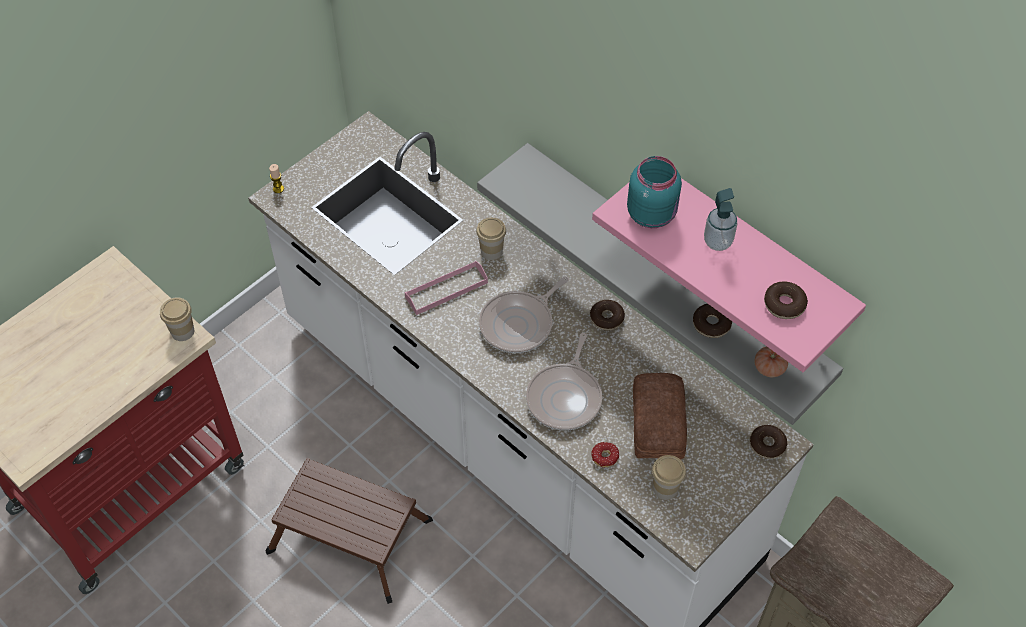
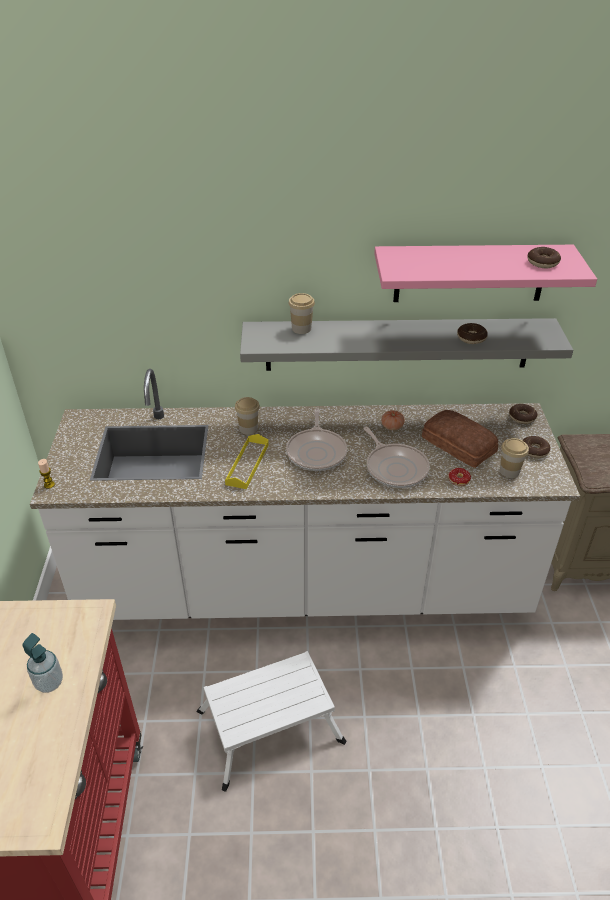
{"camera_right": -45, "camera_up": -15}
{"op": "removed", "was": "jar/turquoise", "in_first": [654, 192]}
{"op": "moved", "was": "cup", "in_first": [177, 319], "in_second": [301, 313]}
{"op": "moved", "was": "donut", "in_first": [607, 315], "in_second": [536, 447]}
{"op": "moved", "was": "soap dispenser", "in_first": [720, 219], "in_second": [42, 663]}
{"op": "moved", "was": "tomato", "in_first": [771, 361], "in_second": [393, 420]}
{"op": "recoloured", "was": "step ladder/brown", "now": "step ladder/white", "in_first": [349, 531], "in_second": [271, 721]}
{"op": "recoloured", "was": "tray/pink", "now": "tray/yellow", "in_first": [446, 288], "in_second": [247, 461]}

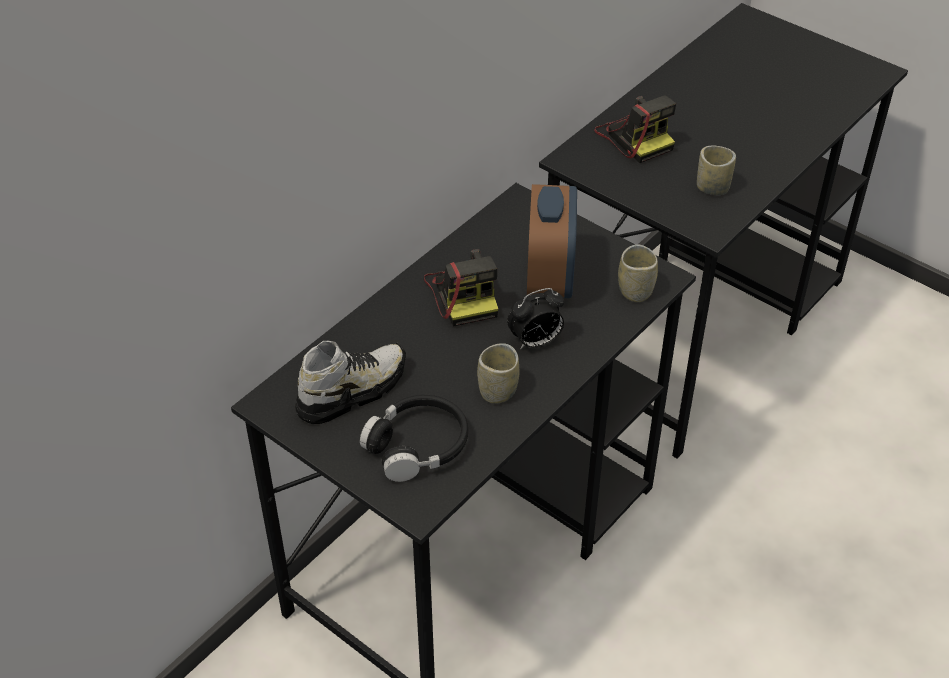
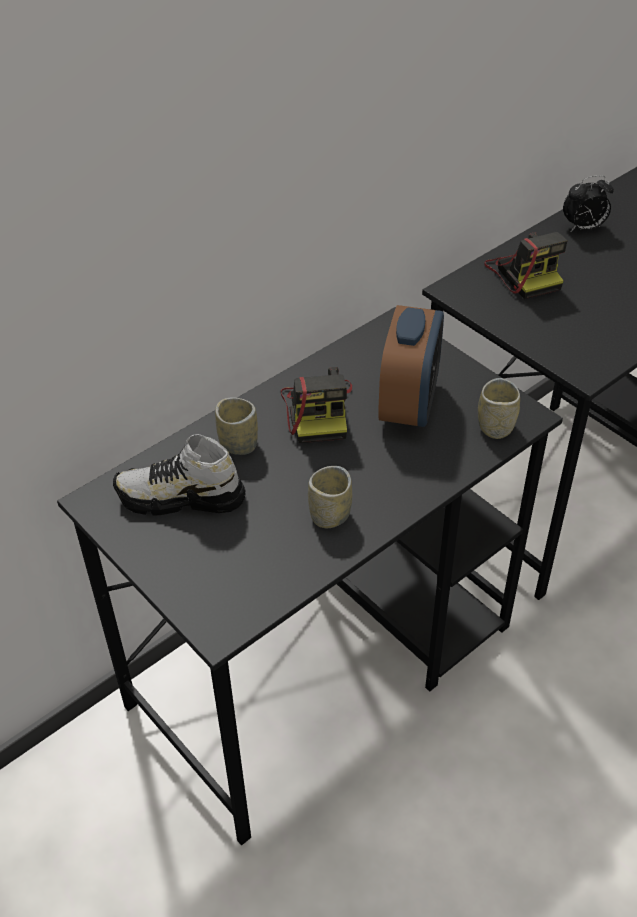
{"camera_right": 10, "camera_up": 0}
{"op": "removed", "was": "headphones/black", "in_first": [414, 438]}
{"op": "moved", "was": "alarm clock", "in_first": [535, 318], "in_second": [588, 203]}
{"op": "moved", "was": "cup", "in_first": [716, 170], "in_second": [236, 426]}
{"op": "turned", "was": "shoe", "in_first": [350, 382], "in_second": [179, 474], "clockwise": -150}

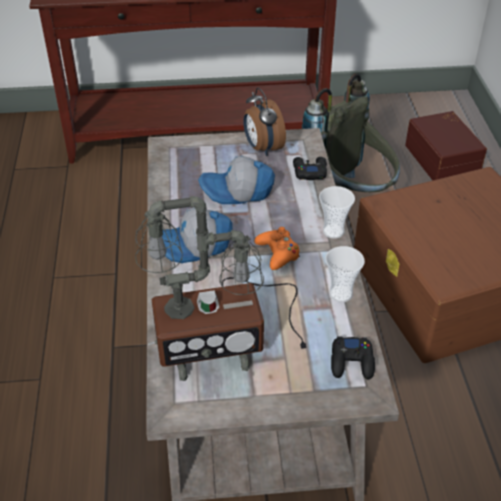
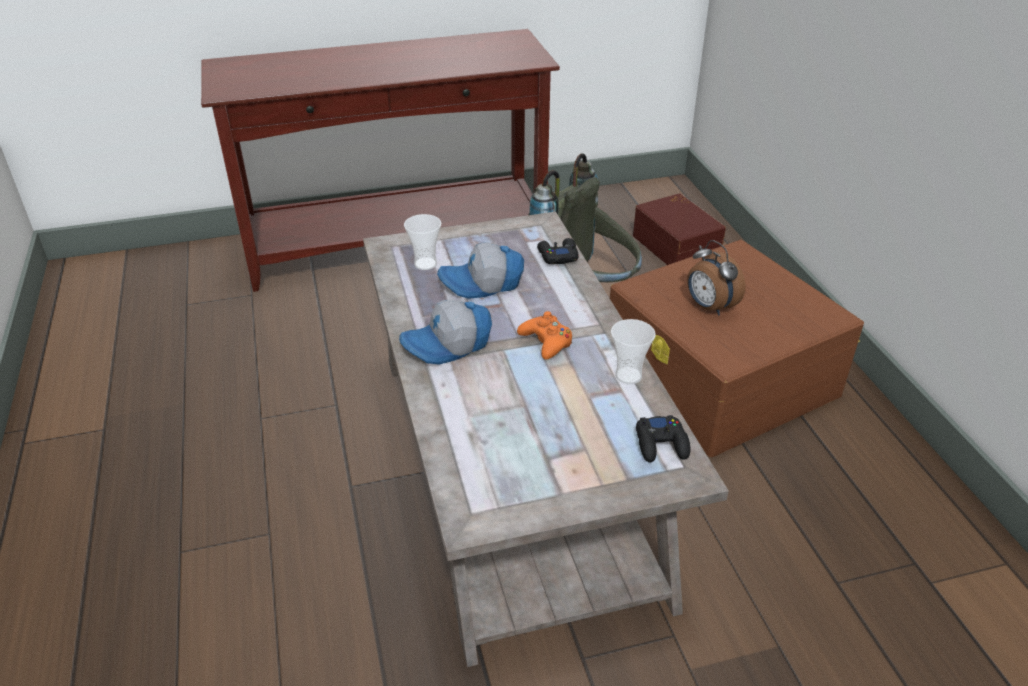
{"camera_right": -10, "camera_up": -5}
{"op": "removed", "was": "table lamp", "in_first": [220, 288]}
{"op": "moved", "was": "alarm clock", "in_first": [264, 122], "in_second": [716, 278]}
{"op": "moved", "was": "cup", "in_first": [337, 212], "in_second": [422, 242]}

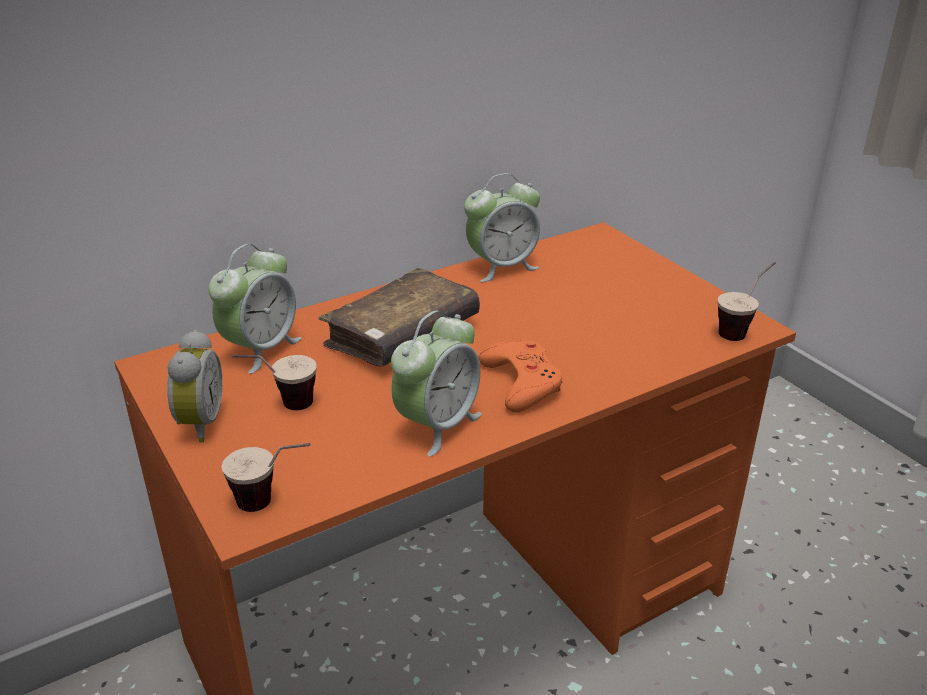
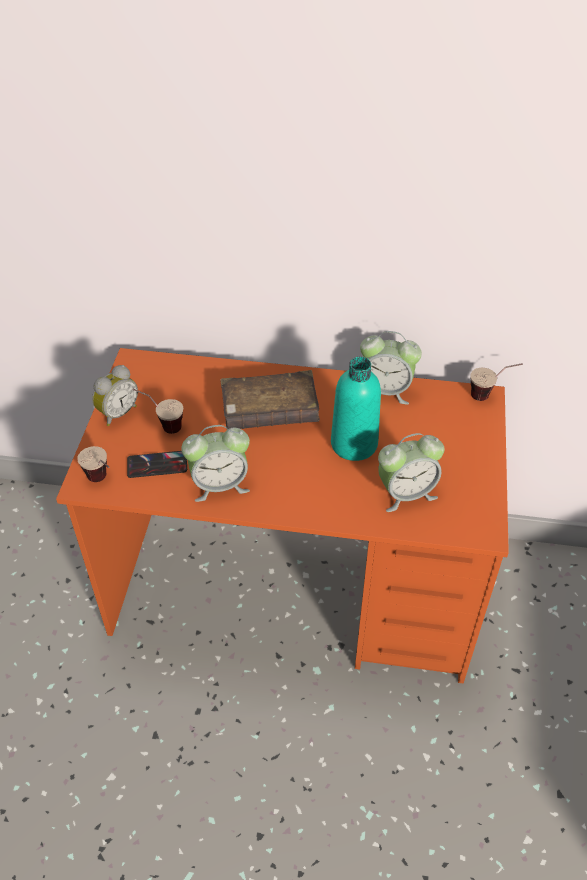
{"camera_right": 40, "camera_up": 15}
{"op": "removed", "was": "game controller/orange", "in_first": [521, 376]}
{"op": "added", "now": "phone", "in_second": [157, 464]}
{"op": "added", "now": "bottle/turquoise", "in_second": [356, 409]}
{"op": "moved", "was": "alarm clock", "in_first": [255, 309], "in_second": [411, 472]}
{"op": "moved", "was": "cup", "in_first": [747, 301], "in_second": [496, 382]}

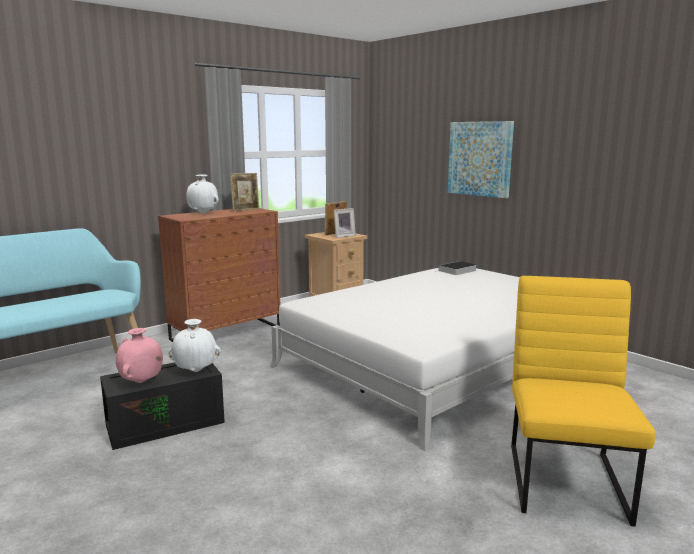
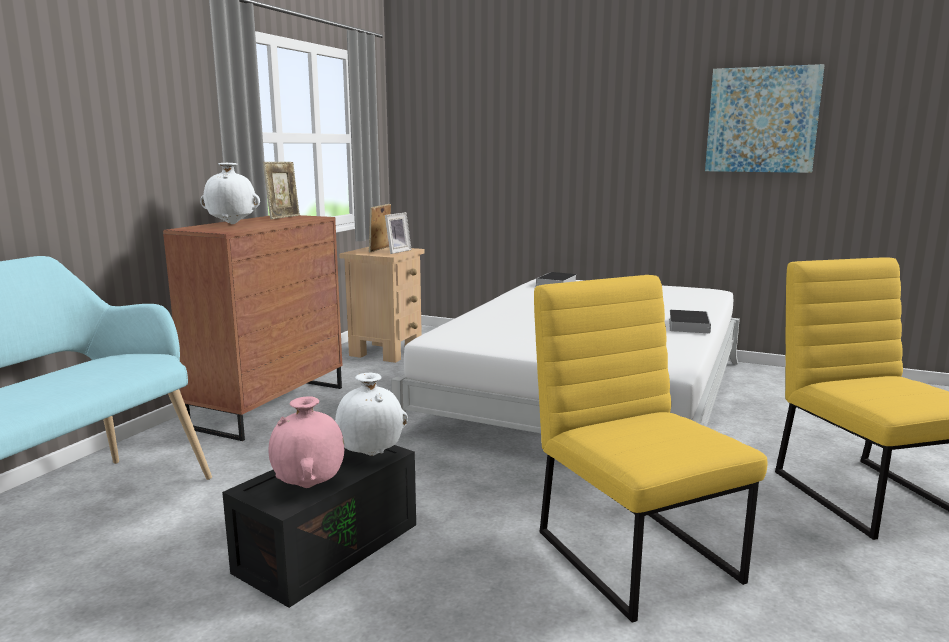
{"camera_right": -25, "camera_up": 0}
{"op": "added", "now": "chair/yellow", "in_second": [651, 449]}
{"op": "added", "now": "book", "in_second": [690, 322]}
{"op": "moved", "was": "picture", "in_first": [481, 159], "in_second": [765, 118]}

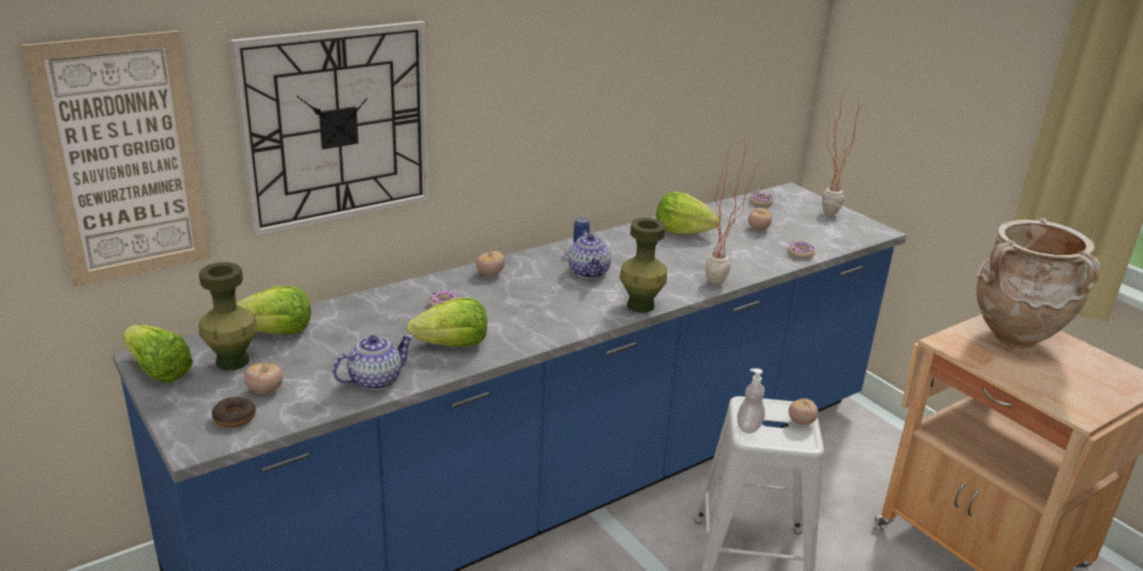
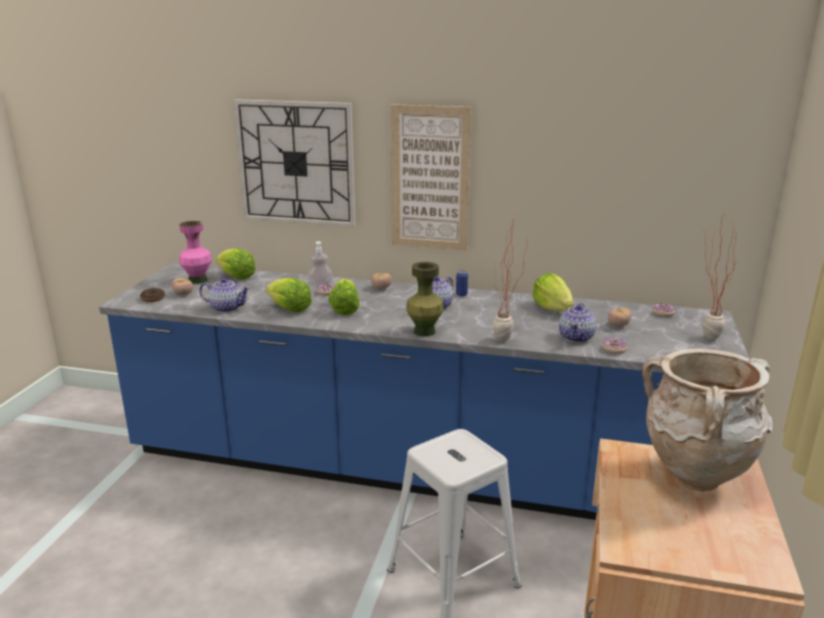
{"camera_right": 50, "camera_up": -5}
{"op": "removed", "was": "tomato", "in_first": [803, 411]}
{"op": "added", "now": "teapot", "in_second": [577, 323]}
{"op": "moved", "was": "picture", "in_first": [116, 159], "in_second": [431, 177]}
{"op": "moved", "was": "lettuce", "in_first": [157, 354], "in_second": [344, 296]}
{"op": "moved", "was": "soap dispenser", "in_first": [751, 400], "in_second": [320, 264]}
{"op": "recoloured", "was": "vase/green", "now": "vase/pink", "in_first": [228, 316], "in_second": [195, 252]}

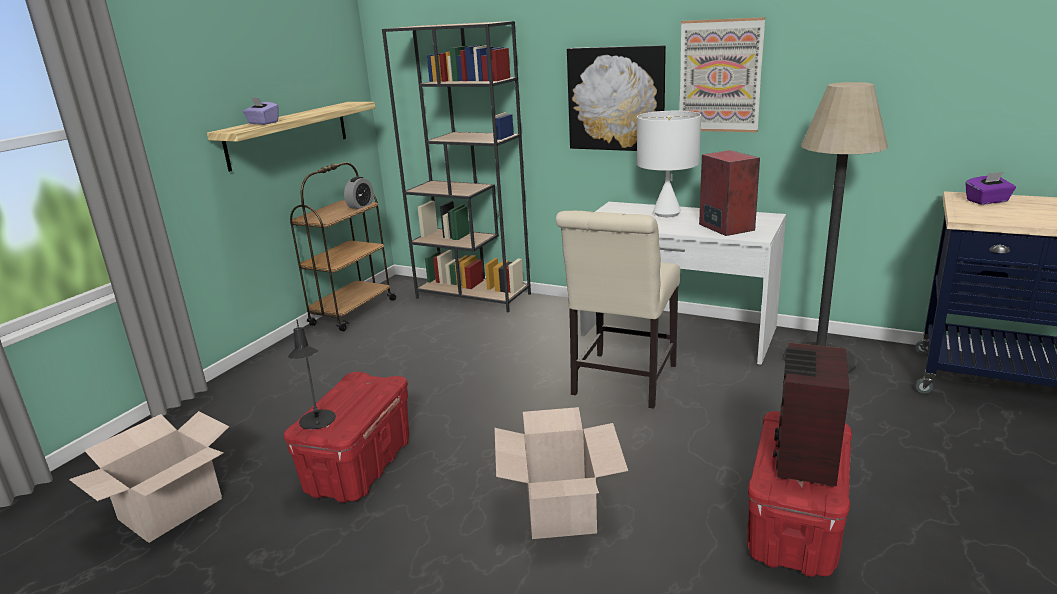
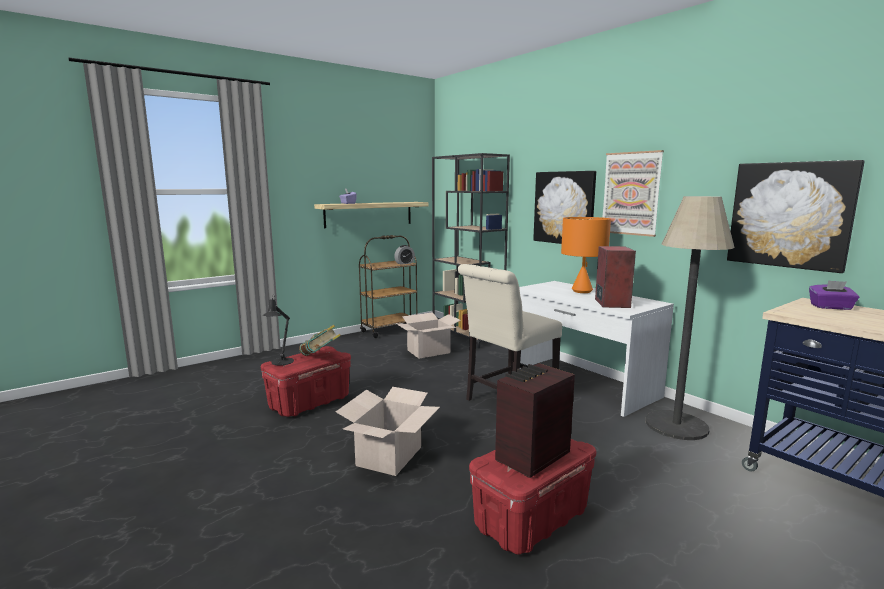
{"camera_right": 25, "camera_up": -10}
{"op": "added", "now": "book", "in_second": [320, 340]}
{"op": "added", "now": "picture", "in_second": [796, 216]}
{"op": "moved", "was": "cardboard box", "in_first": [149, 477], "in_second": [428, 335]}
{"op": "recoloured", "was": "table lamp/white", "now": "table lamp/orange", "in_first": [669, 164], "in_second": [586, 255]}

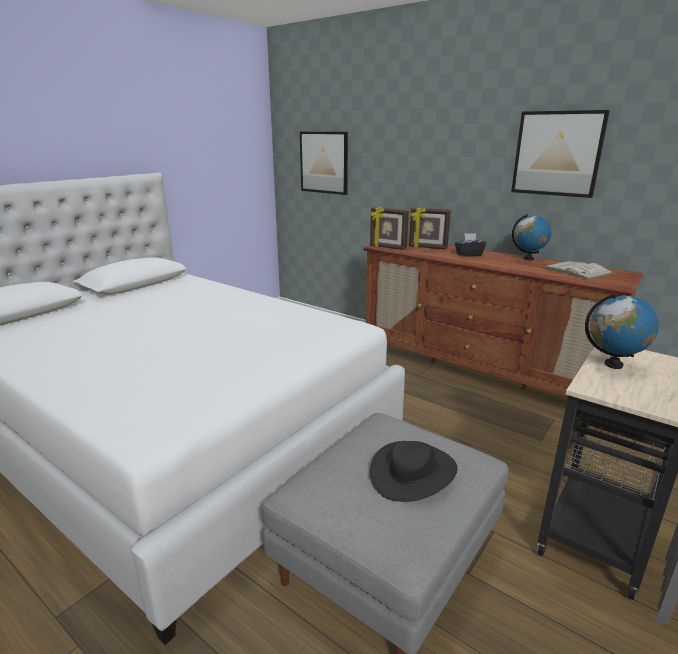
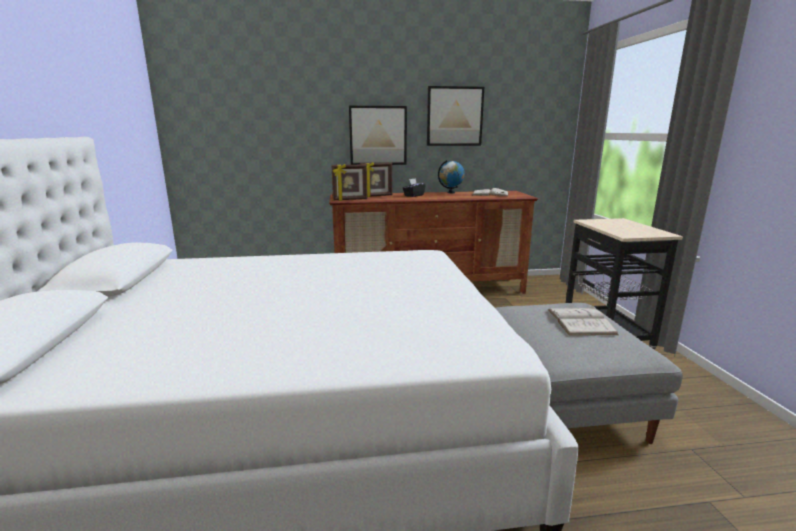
{"camera_right": -45, "camera_up": -5}
{"op": "removed", "was": "globe", "in_first": [622, 331]}
{"op": "moved", "was": "picture", "in_first": [324, 163], "in_second": [378, 135]}
{"op": "replaced", "was": "hat/black", "now": "book/white", "in_first": [413, 471], "in_second": [583, 321]}

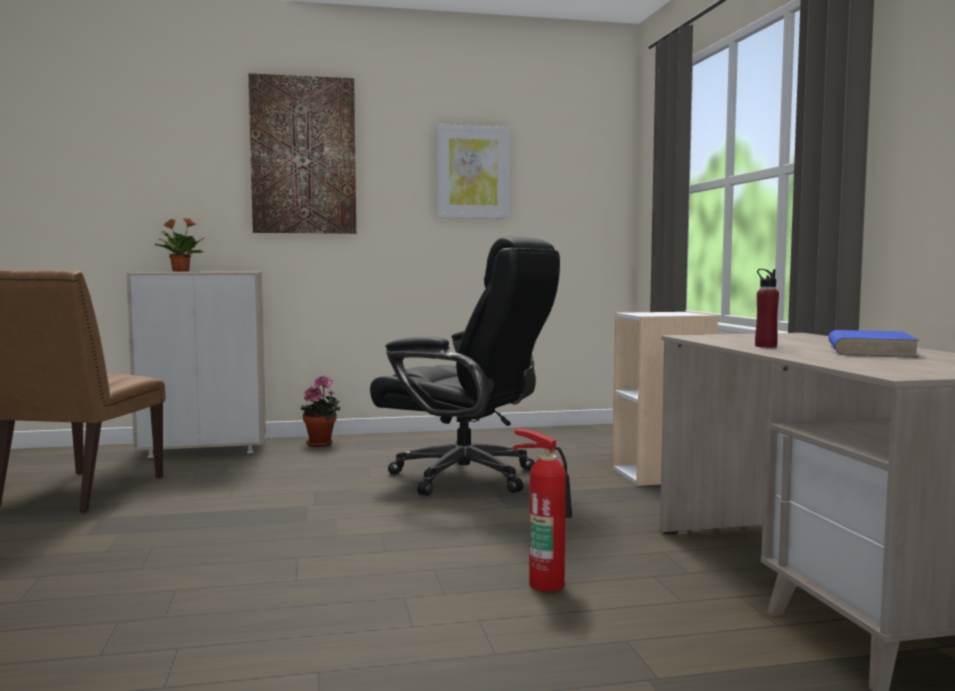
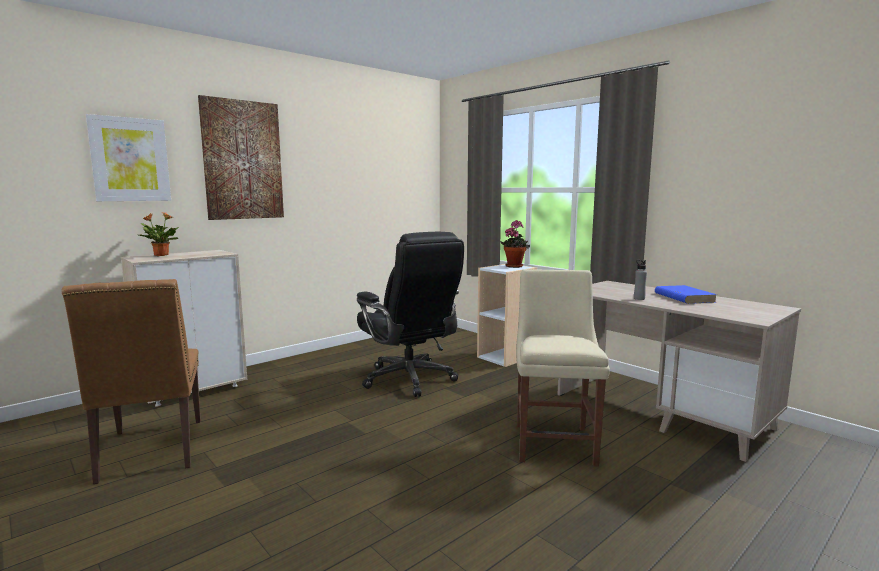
{"camera_right": -30, "camera_up": 5}
{"op": "moved", "was": "potted plant", "in_first": [320, 411], "in_second": [515, 244]}
{"op": "moved", "was": "picture", "in_first": [473, 171], "in_second": [128, 157]}
{"op": "replaced", "was": "fire extinguisher", "now": "chair/beige", "in_first": [542, 510], "in_second": [563, 368]}
{"op": "recoloured", "was": "bottle/red", "now": "bottle/grey", "in_first": [767, 308], "in_second": [640, 280]}
{"op": "turned", "was": "office chair/black", "in_first": [465, 366], "in_second": [410, 314], "clockwise": 60}

